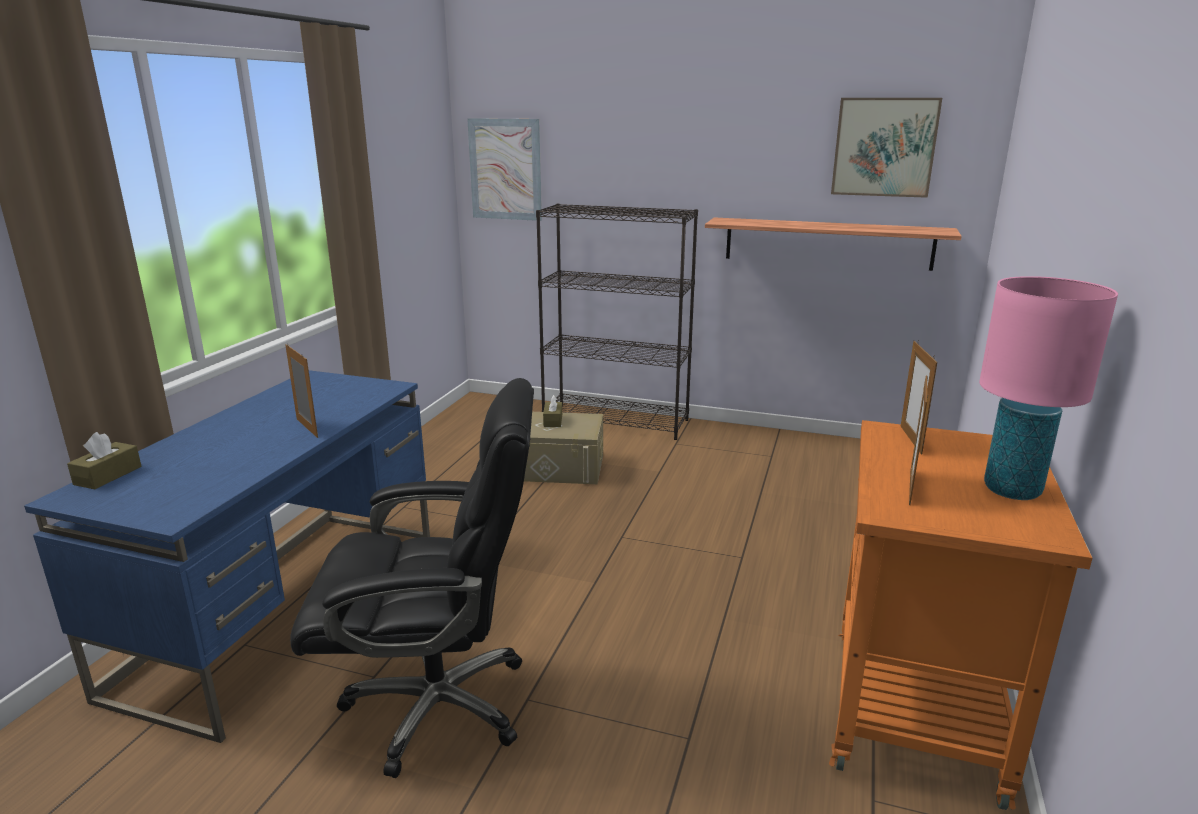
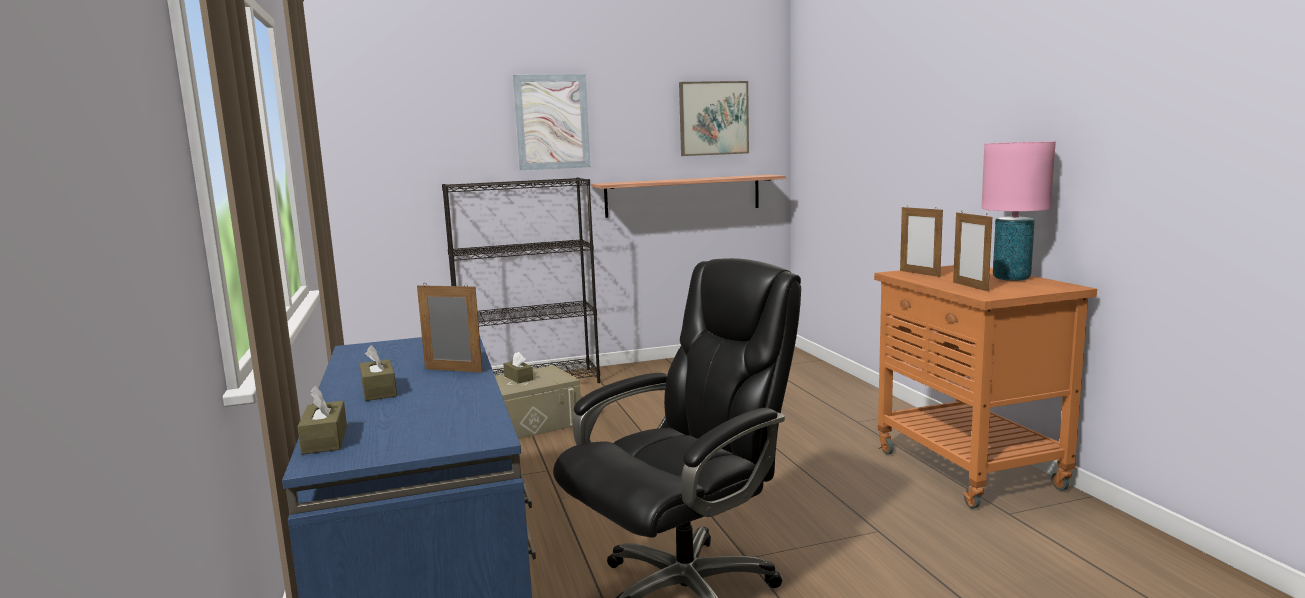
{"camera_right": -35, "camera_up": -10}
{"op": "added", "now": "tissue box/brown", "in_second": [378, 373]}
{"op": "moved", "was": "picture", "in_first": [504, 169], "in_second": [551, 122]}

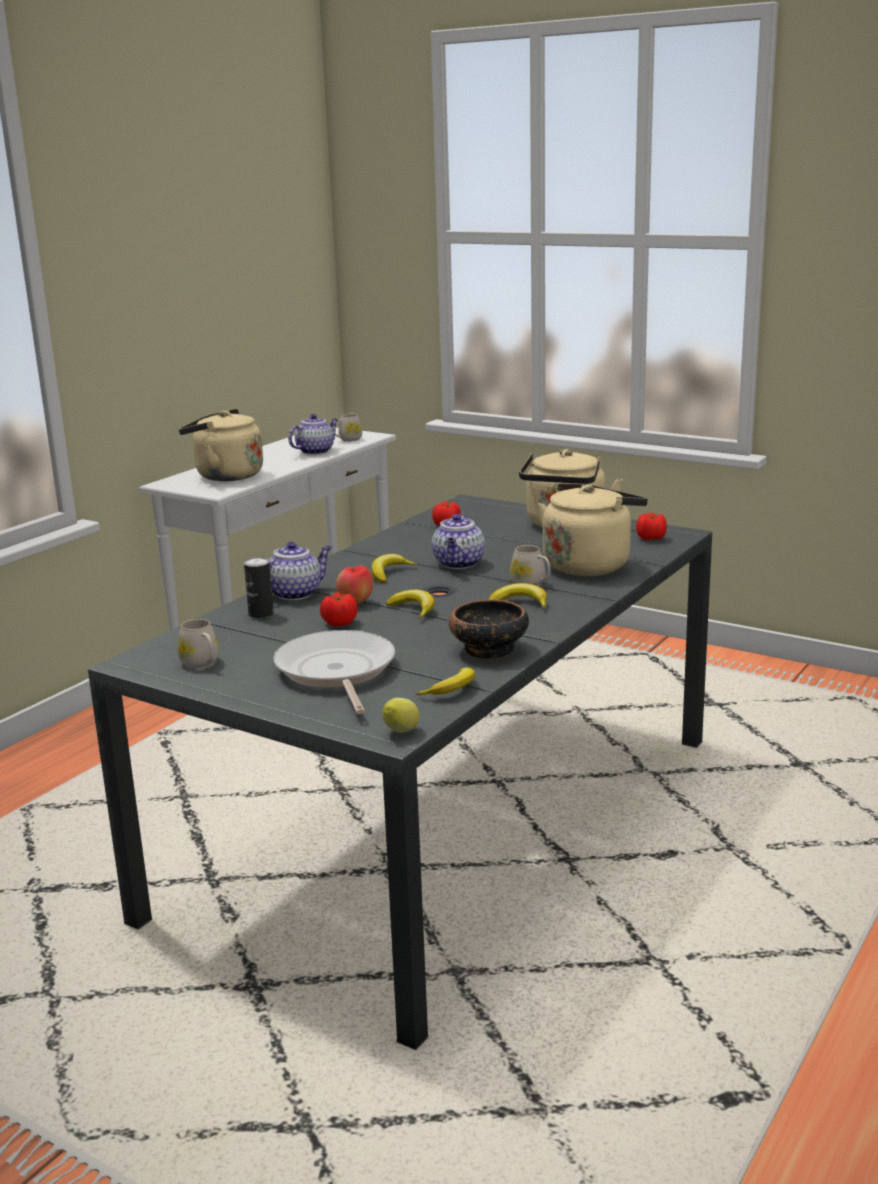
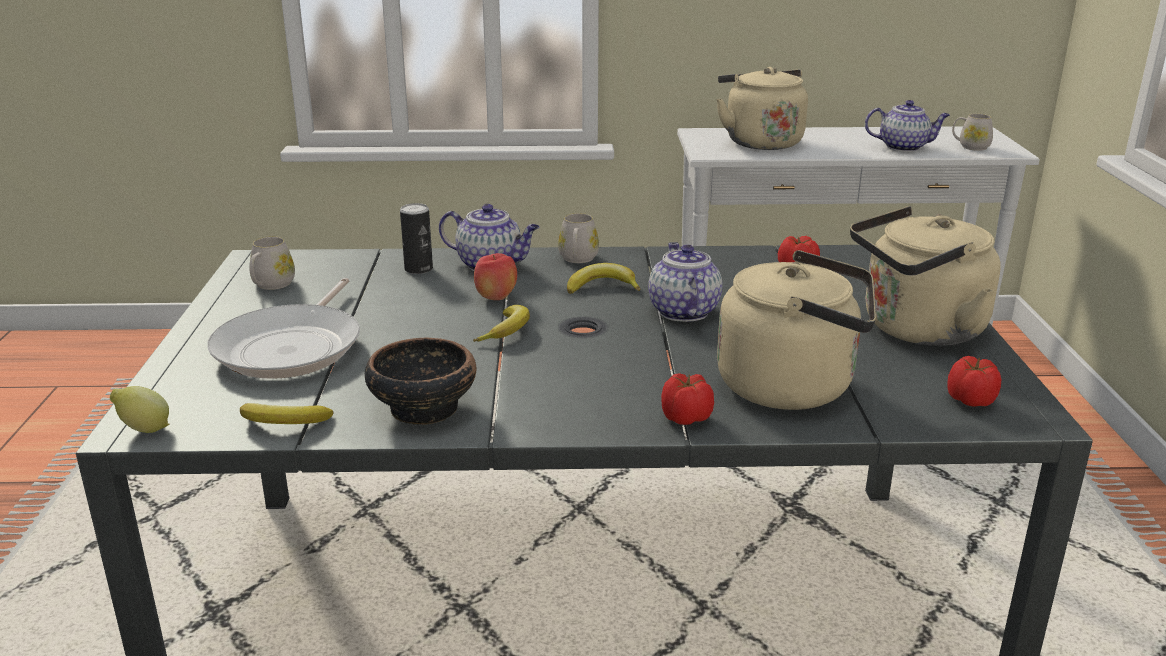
{"camera_right": 55, "camera_up": 5}
{"op": "removed", "was": "banana", "in_first": [518, 596]}
{"op": "moved", "was": "tomato", "in_first": [339, 609], "in_second": [687, 399]}
{"op": "moved", "was": "mug/white", "in_first": [530, 565], "in_second": [578, 238]}
{"op": "turned", "was": "frying pan", "in_first": [334, 672], "in_second": [283, 328], "clockwise": 150}
{"op": "turned", "was": "teapot", "in_first": [458, 541], "in_second": [685, 282], "clockwise": 105}

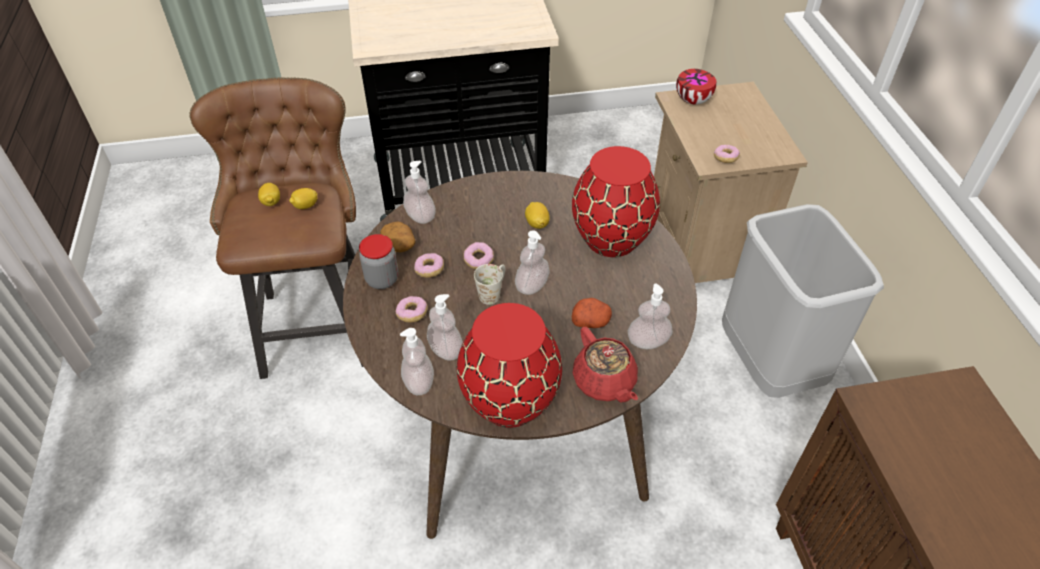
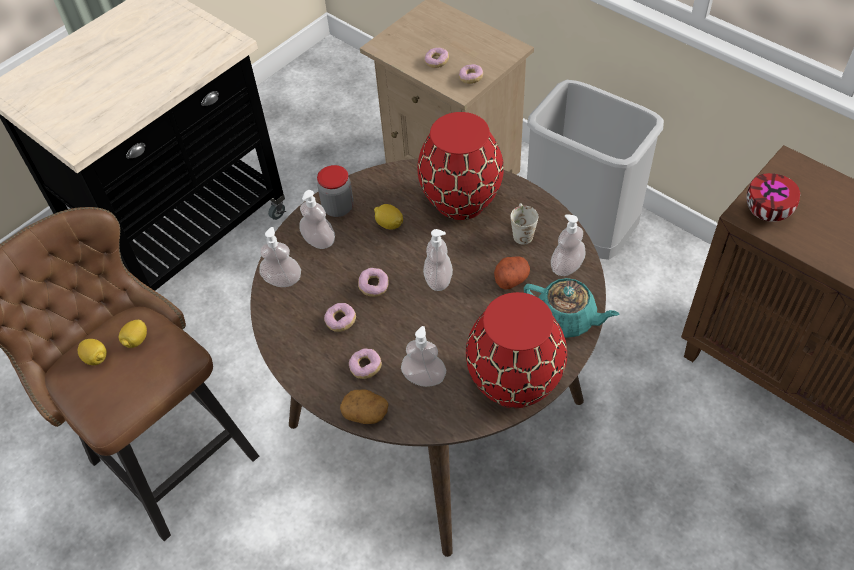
{"camera_right": -35, "camera_up": 5}
{"op": "added", "now": "donut", "in_second": [437, 57]}
{"op": "moved", "was": "jar", "in_first": [378, 261], "in_second": [335, 191]}
{"op": "moved", "was": "potato", "in_first": [397, 237], "in_second": [364, 407]}
{"op": "moved", "was": "soap dispenser", "in_first": [417, 361], "in_second": [317, 219]}
{"op": "moved", "was": "mug/white", "in_first": [489, 284], "in_second": [524, 224]}
{"op": "moved", "was": "bowl", "in_first": [696, 86], "in_second": [773, 197]}
{"op": "recoloured", "was": "teapot/red", "now": "teapot/turquoise", "in_first": [605, 365], "in_second": [572, 308]}

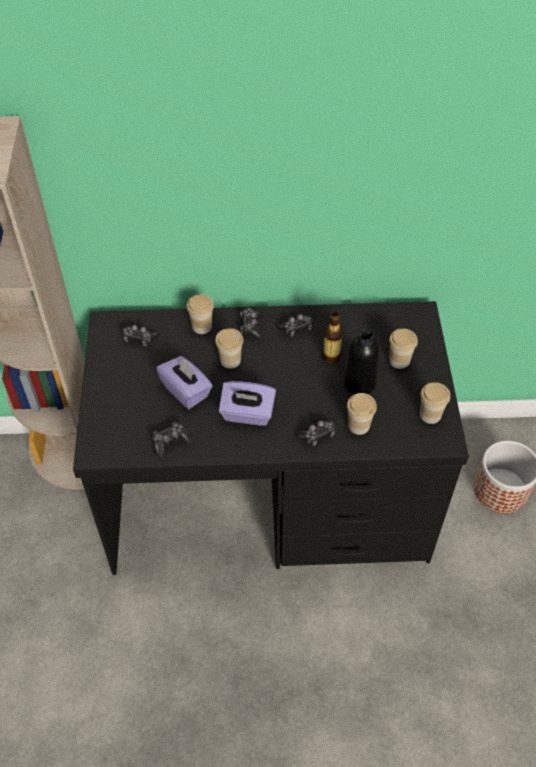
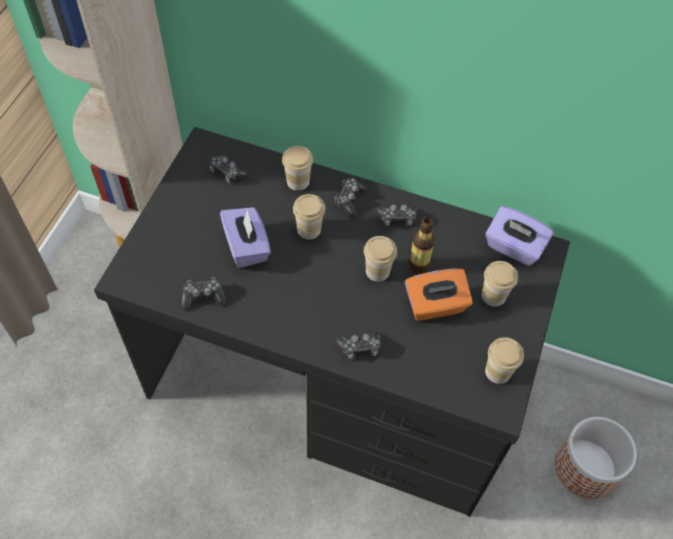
{"camera_right": 20, "camera_up": 5}
{"op": "moved", "was": "tissue box/purple", "in_first": [247, 403], "in_second": [519, 236]}
{"op": "moved", "was": "cup", "in_first": [362, 414], "in_second": [380, 259]}
{"op": "replaced", "was": "bottle/black", "now": "tissue box/orange", "in_first": [361, 361], "in_second": [439, 294]}

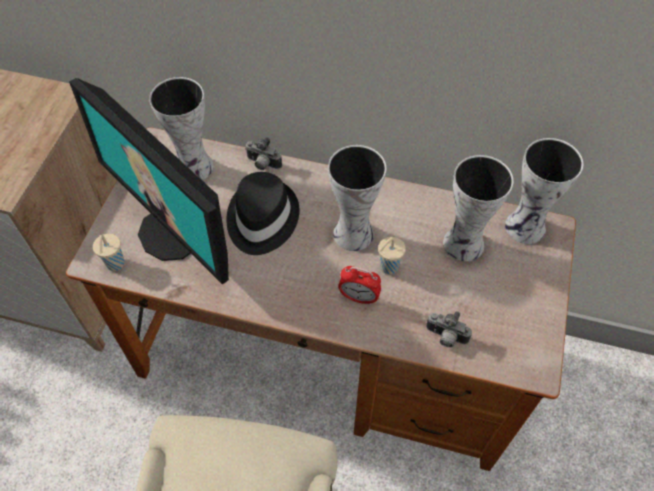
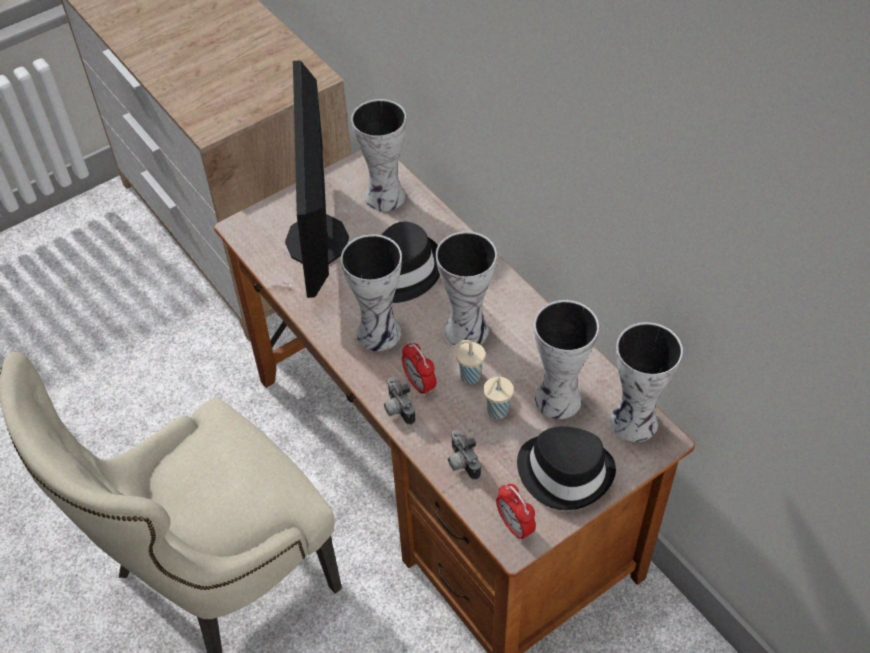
{"camera_right": 40, "camera_up": -5}
{"op": "added", "now": "vase", "in_second": [371, 292]}
{"op": "added", "now": "alarm clock", "in_second": [516, 512]}
{"op": "added", "now": "hat/black", "in_second": [566, 468]}
{"op": "moved", "was": "cup/beige", "in_first": [109, 252], "in_second": [498, 398]}
{"op": "moved", "was": "photo camera", "in_first": [263, 153], "in_second": [400, 401]}

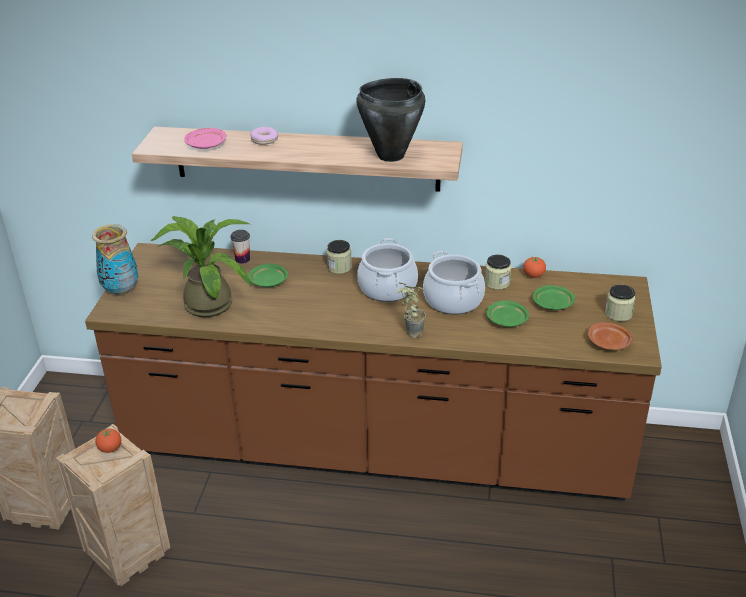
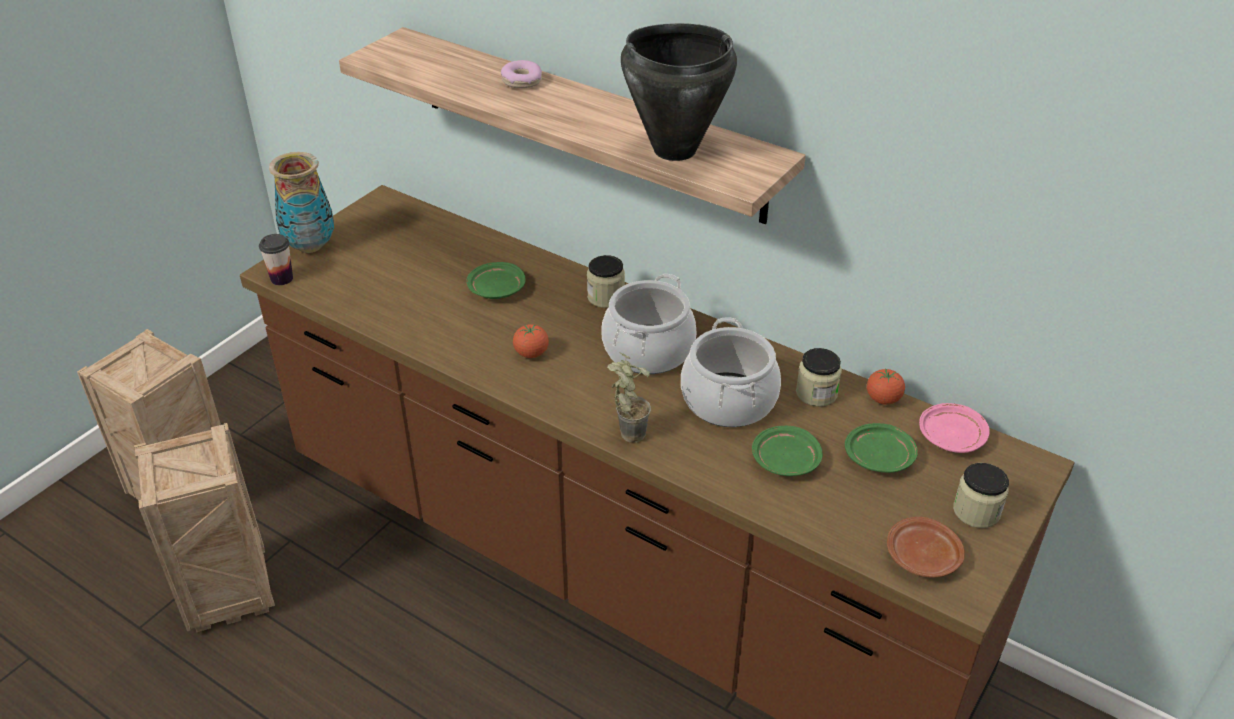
{"camera_right": 25, "camera_up": 5}
{"op": "removed", "was": "potted plant", "in_first": [200, 267]}
{"op": "moved", "was": "tomato", "in_first": [108, 441], "in_second": [531, 341]}
{"op": "moved", "was": "plate/pink", "in_first": [205, 138], "in_second": [954, 428]}
{"op": "moved", "was": "cup", "in_first": [240, 247], "in_second": [276, 259]}

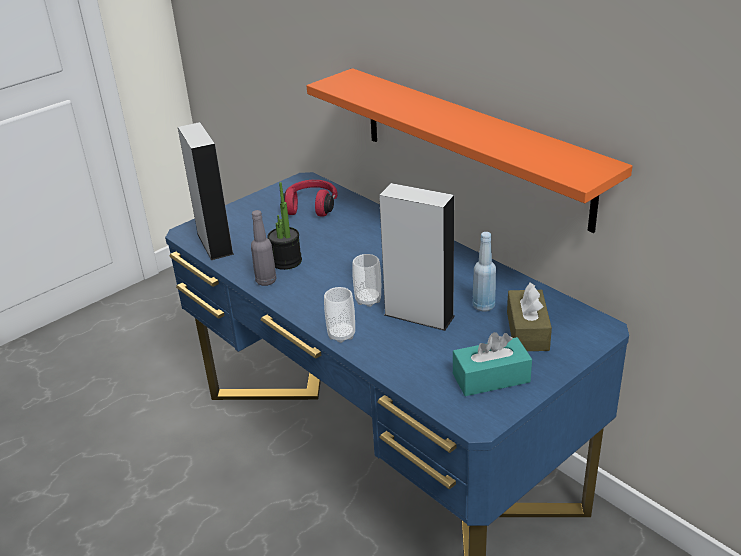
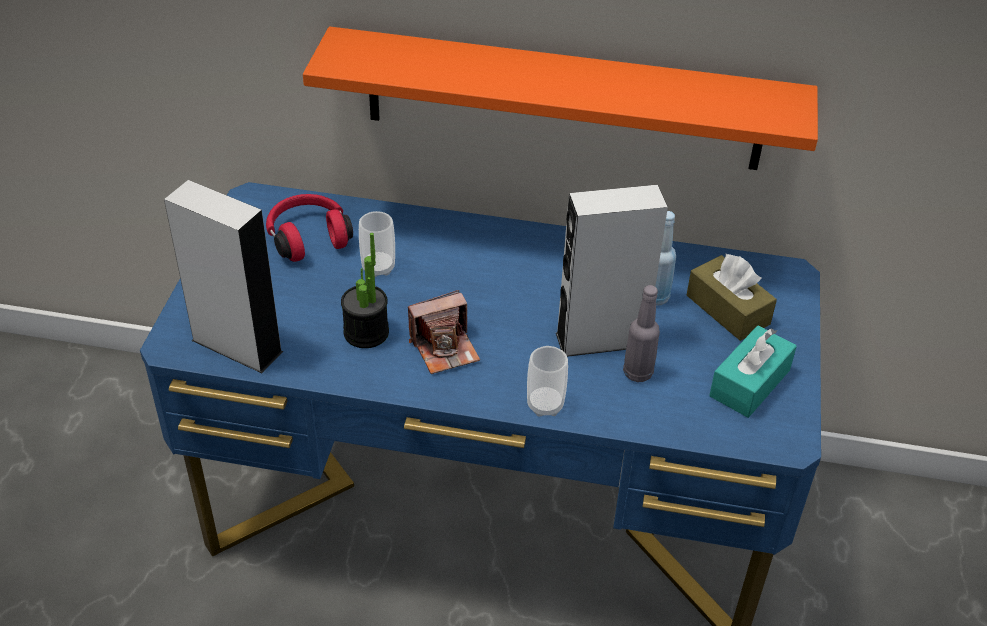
{"camera_right": -40, "camera_up": 10}
{"op": "added", "now": "photo camera", "in_second": [444, 332]}
{"op": "moved", "was": "bottle/grey", "in_first": [264, 248], "in_second": [641, 333]}
{"op": "moved", "was": "cup", "in_first": [366, 280], "in_second": [377, 244]}

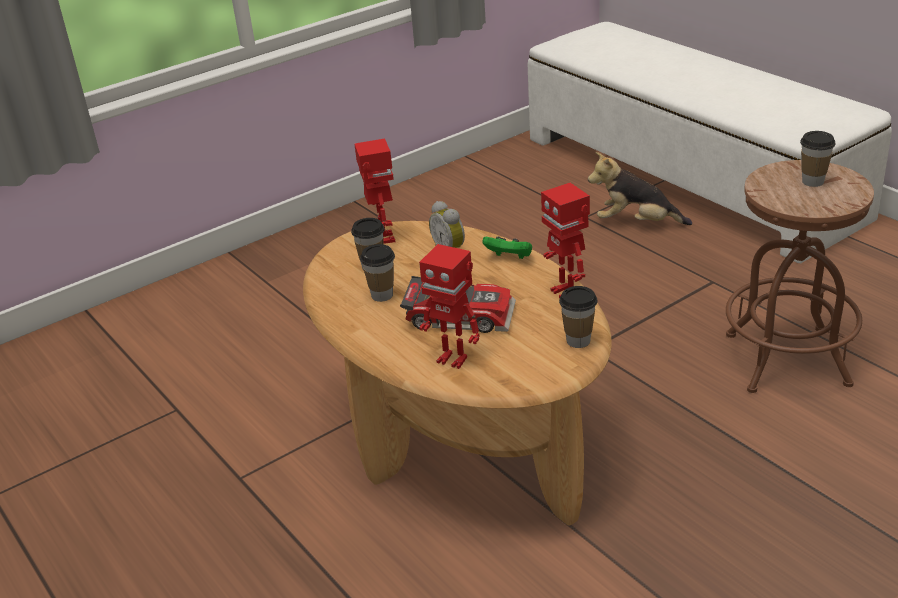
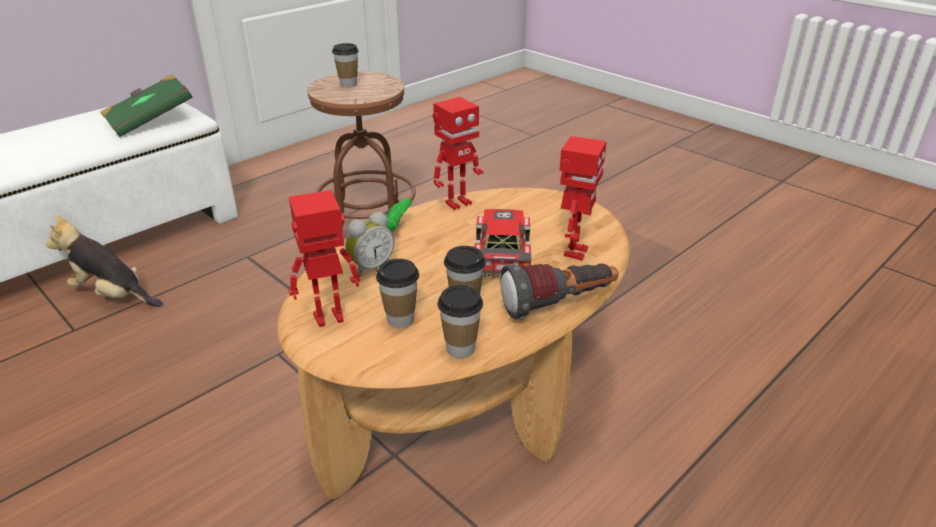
{"camera_right": -100, "camera_up": 0}
{"op": "added", "now": "book/green", "in_second": [146, 105]}
{"op": "added", "now": "flashlight", "in_second": [559, 291]}
{"op": "moved", "was": "cup", "in_first": [578, 317], "in_second": [460, 321]}
{"op": "turned", "was": "plush toy", "in_first": [640, 188], "in_second": [104, 261], "clockwise": 105}

